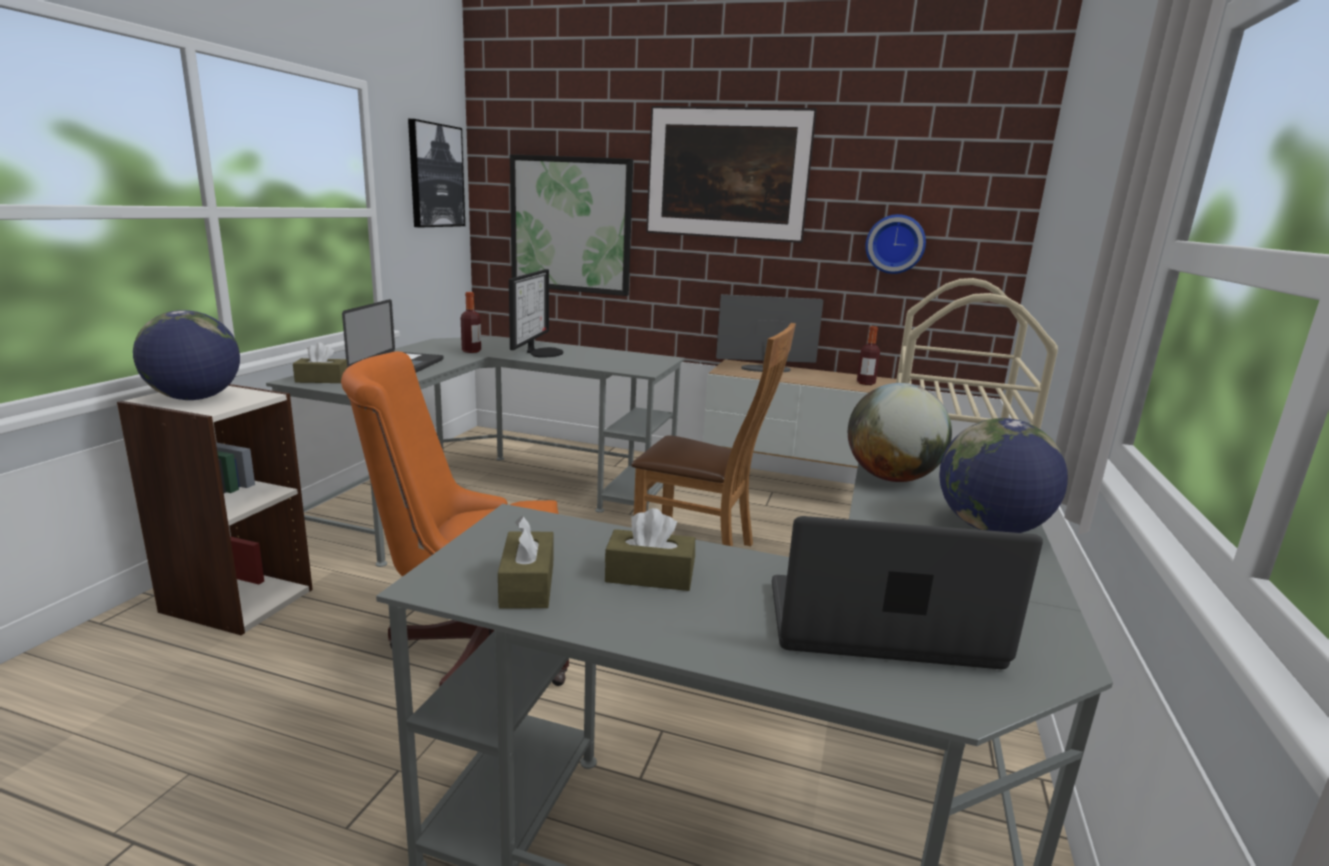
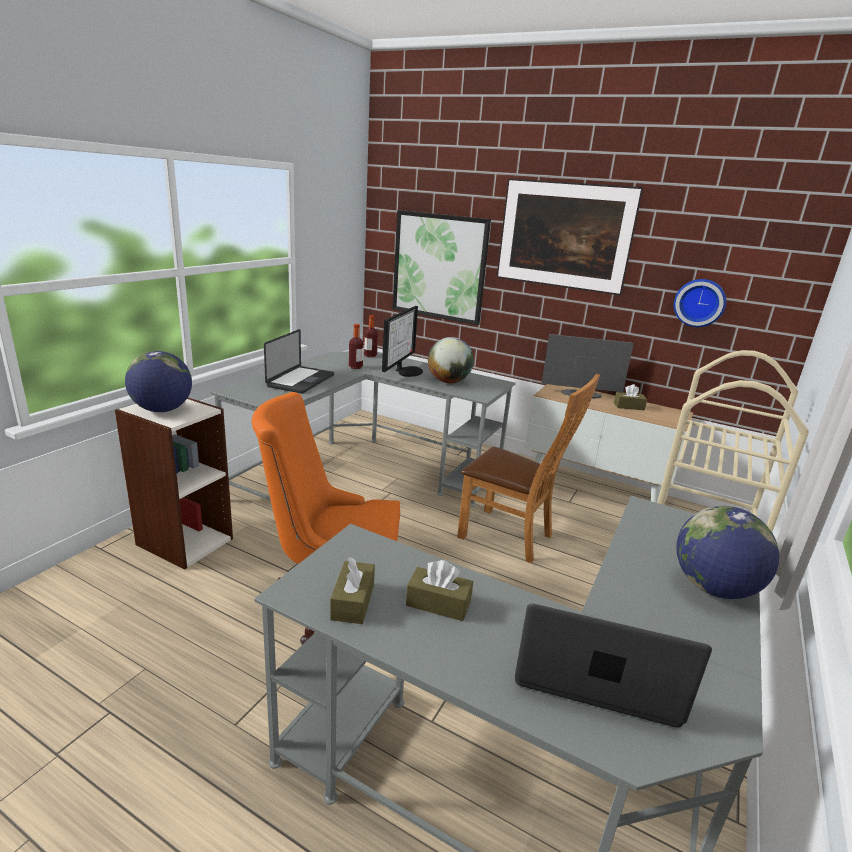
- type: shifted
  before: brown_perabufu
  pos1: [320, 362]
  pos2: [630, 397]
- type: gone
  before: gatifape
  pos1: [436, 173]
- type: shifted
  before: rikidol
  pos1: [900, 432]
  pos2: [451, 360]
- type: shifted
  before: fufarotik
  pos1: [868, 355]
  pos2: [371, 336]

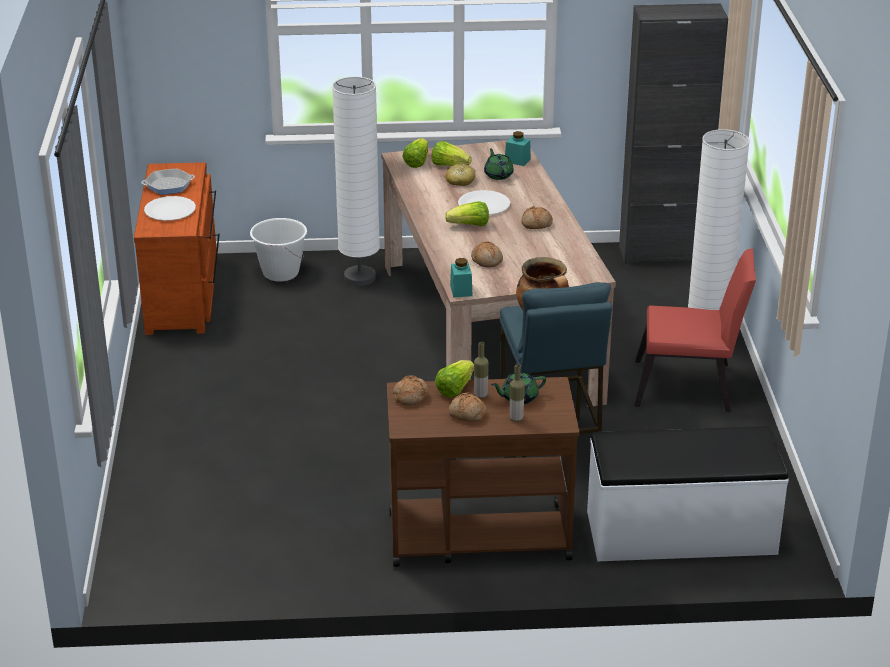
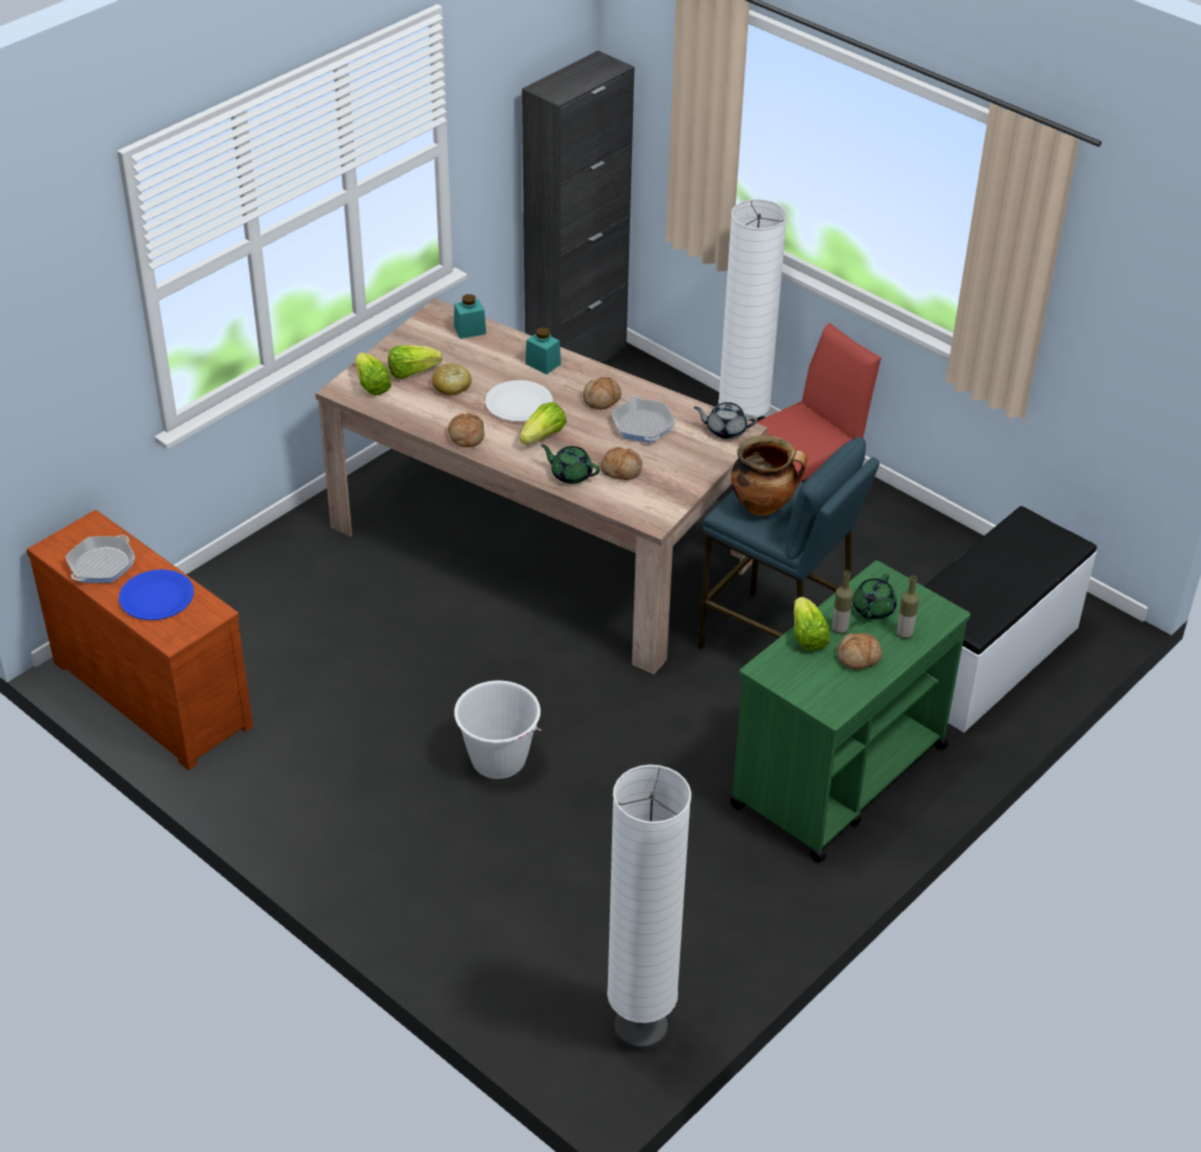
- type: repainted
  before: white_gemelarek
  after: blue_gemelarek
  pos1: [170, 208]
  pos2: [156, 594]
- type: shifted
  before: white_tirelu
  pos1: [278, 250]
  pos2: [498, 730]
- type: shifted
  before: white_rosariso
  pos1: [356, 181]
  pos2: [649, 908]
- type: repainted
  before: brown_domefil
  after: green_domefil
  pos1: [483, 472]
  pos2: [850, 711]
- type: shifted
  before: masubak
  pos1: [411, 390]
  pos2: [466, 430]
- type: shifted
  before: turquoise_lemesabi
  pos1: [461, 277]
  pos2: [543, 350]
- type: shifted
  before: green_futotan
  pos1: [499, 164]
  pos2: [570, 464]
- type: new
  after: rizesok
  pos2: [643, 419]
- type: new
  after: grey_futotan
  pos2: [725, 420]

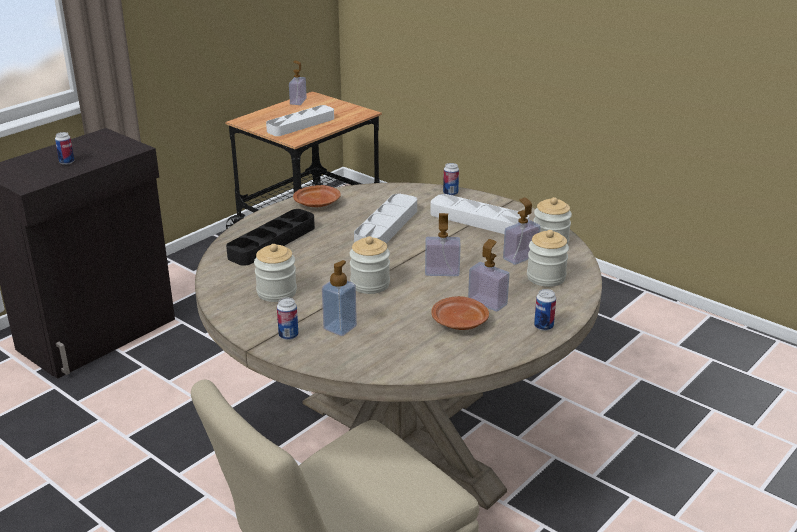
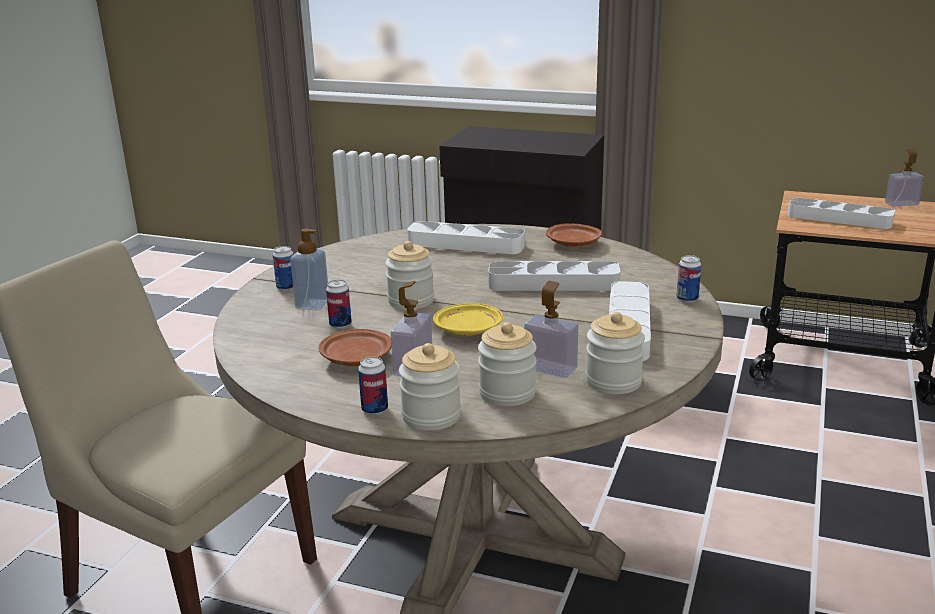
- type: shifted
  before: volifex
  pos1: [64, 148]
  pos2: [339, 304]
- type: repainted
  before: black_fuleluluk
  after: white_fuleluluk
  pos1: [270, 237]
  pos2: [466, 237]
- type: shifted
  before: lemesabi
  pos1: [275, 273]
  pos2: [430, 387]
- type: swapped
  before: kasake
  after: yellow_gemelarek
  pos1: [443, 244]
  pos2: [468, 319]

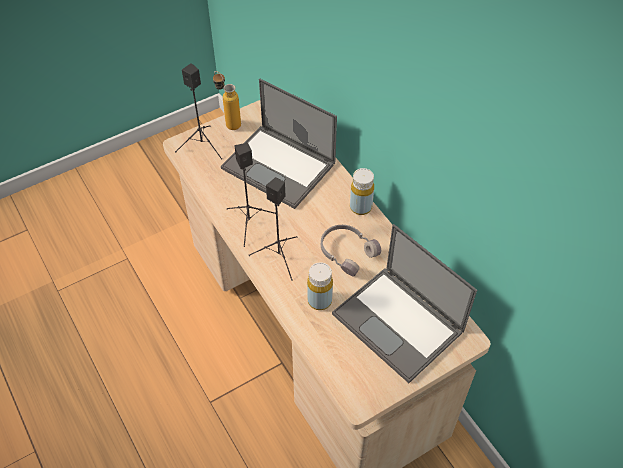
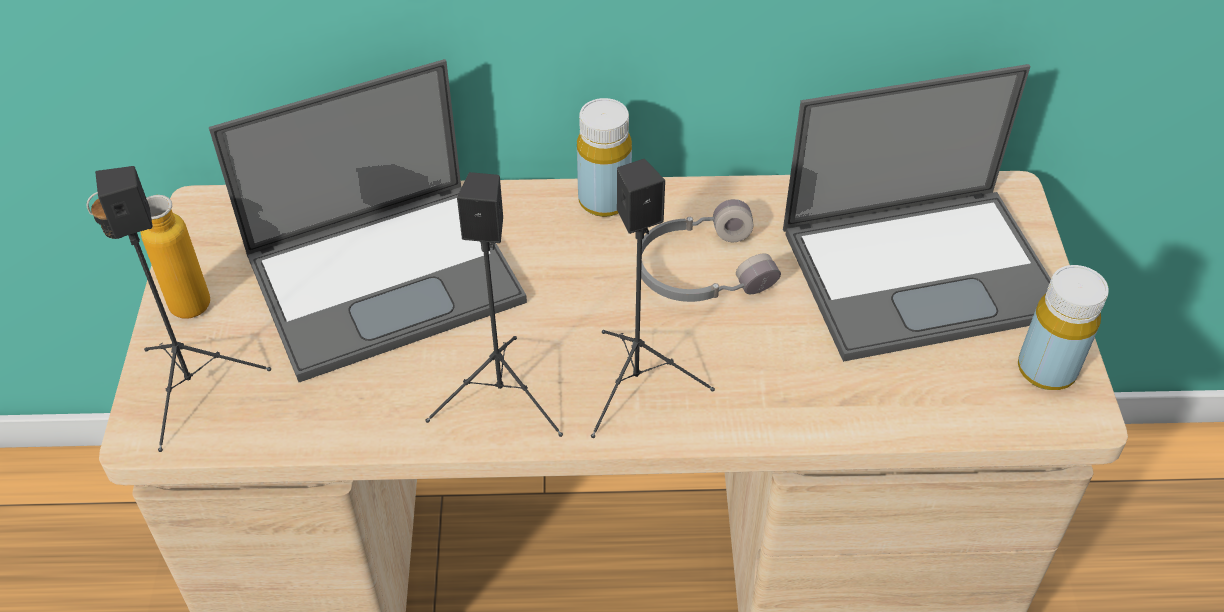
- type: shifted
  before: yellow_fufarotik
  pos1: [320, 286]
  pos2: [1063, 327]

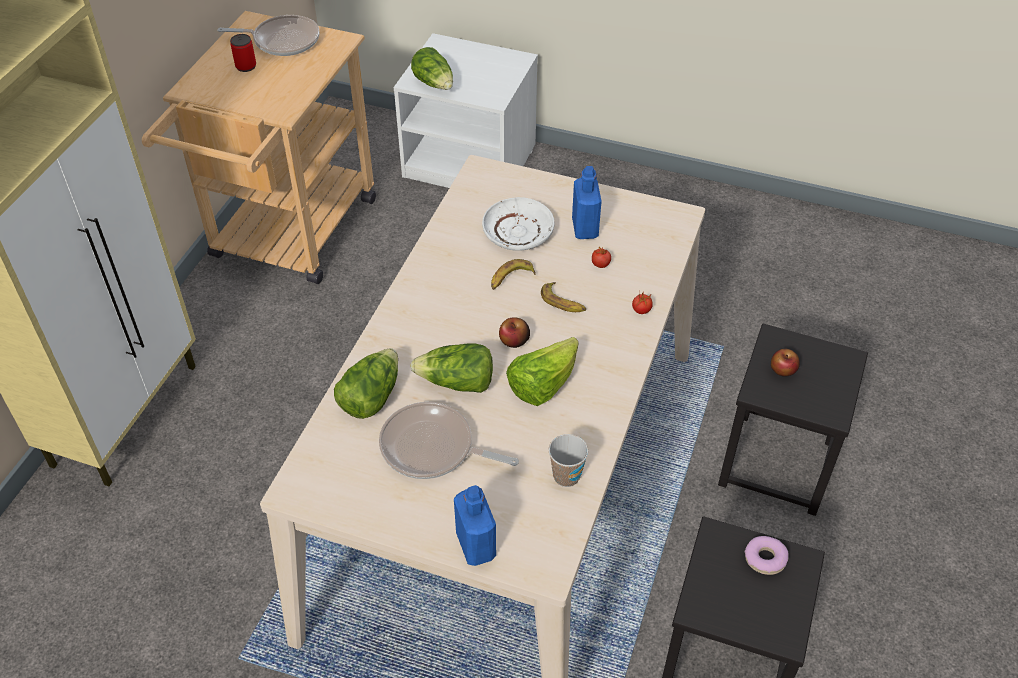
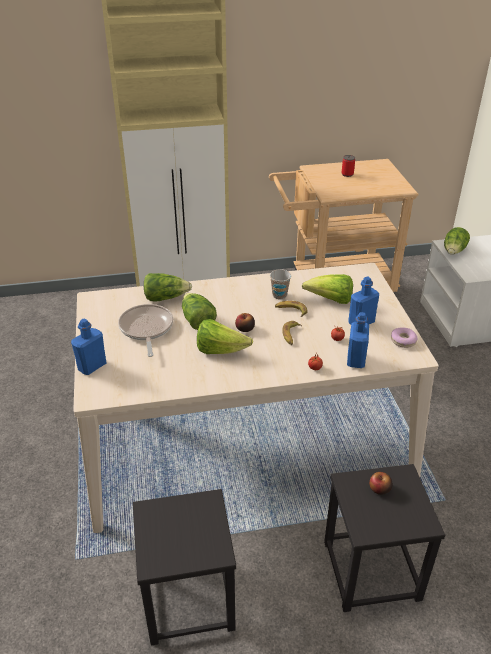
- type: gone
  before: rizesok
  pos1: [268, 35]
- type: swapped
  before: white_gemelarek
  after: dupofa
  pos1: [518, 224]
  pos2: [327, 289]
- type: shifted
  before: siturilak
  pos1: [568, 460]
  pos2: [280, 284]
- type: shifted
  before: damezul
  pos1: [767, 555]
  pos2: [404, 338]
- type: new
  after: blue_fufarotik
  pos2: [358, 340]

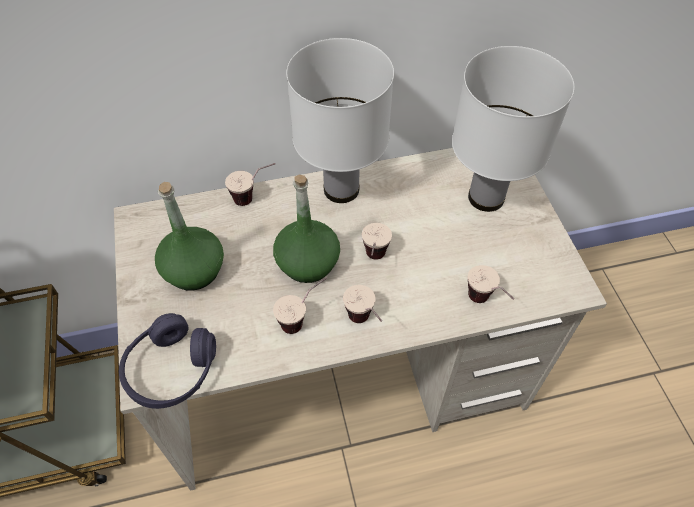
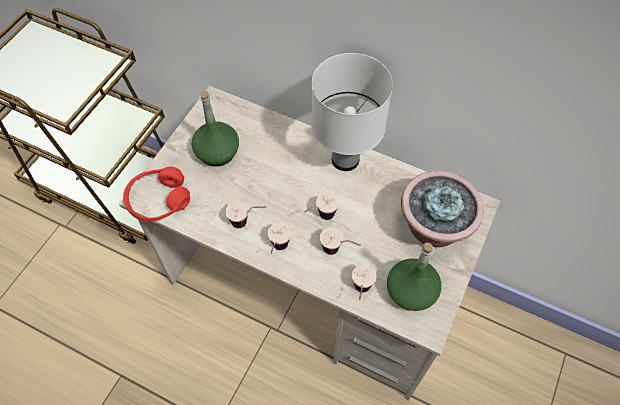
- type: repainted
  before: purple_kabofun
  after: red_kabofun
  pos1: [167, 361]
  pos2: [156, 193]
- type: shifted
  before: siturilak
  pos1: [250, 184]
  pos2: [340, 241]
- type: shifted
  before: green_fufarotik
  pos1: [306, 229]
  pos2: [414, 277]
- type: swapped
  before: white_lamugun
  after: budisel
  pos1: [513, 129]
  pos2: [442, 209]

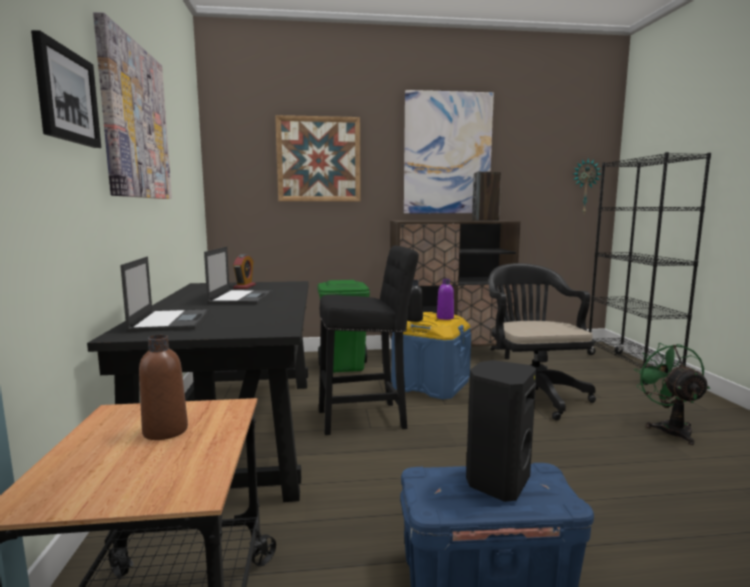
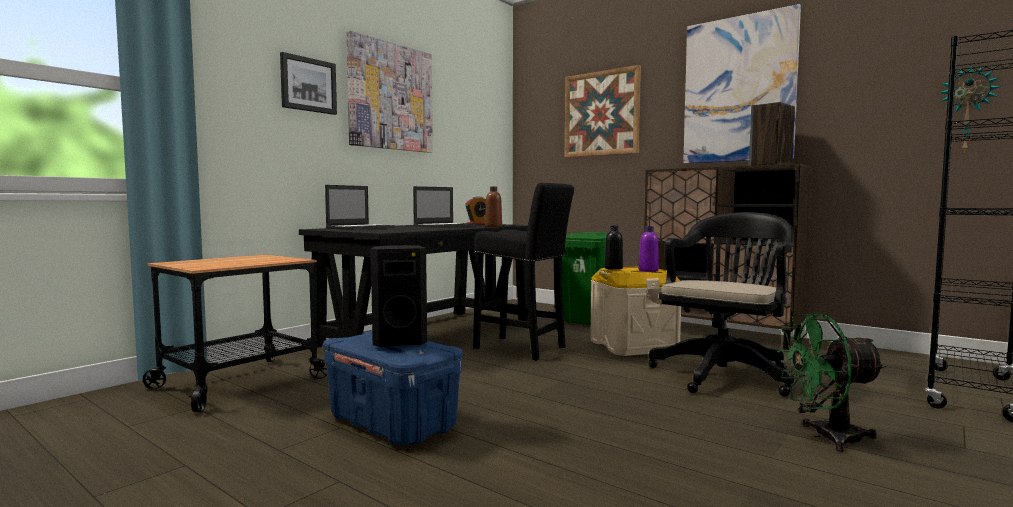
- type: shifted
  before: brown_fufarotik
  pos1: [163, 387]
  pos2: [493, 206]
- type: repainted
  before: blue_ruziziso
  after: beige_ruziziso
  pos1: [431, 355]
  pos2: [635, 311]
- type: rotated
  before: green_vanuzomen
  pos1: [672, 394]
  pos2: [831, 382]
  turn: -135

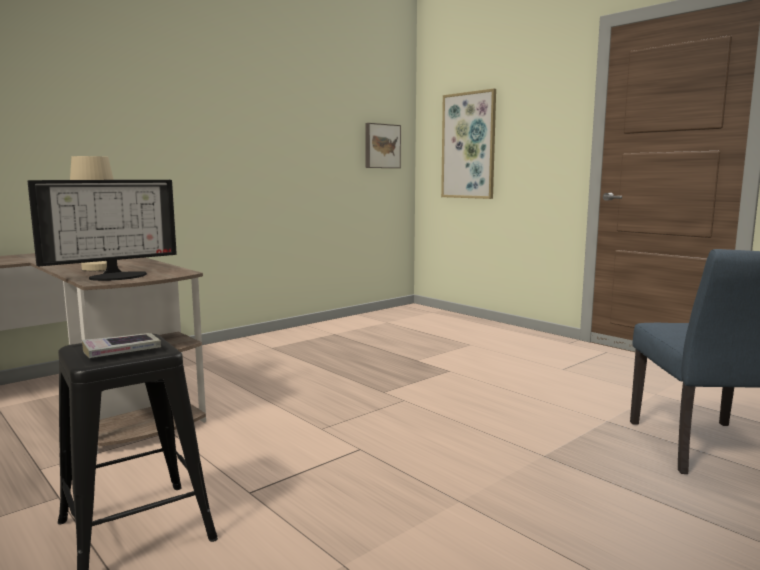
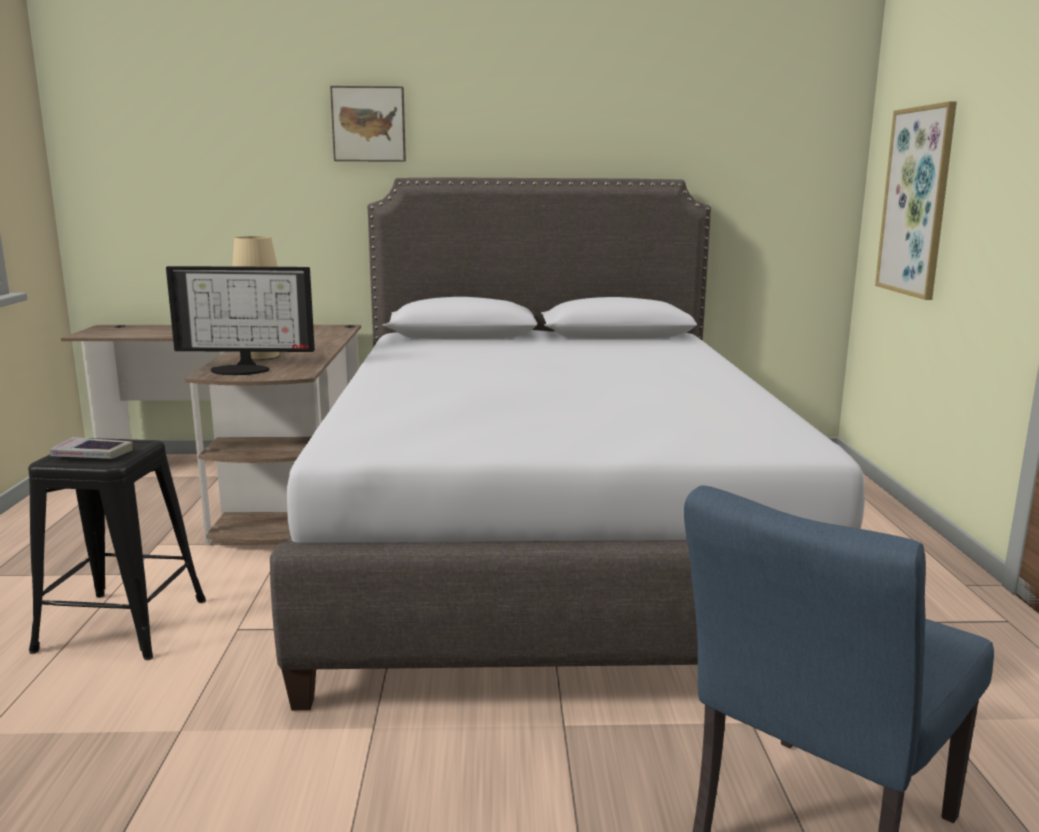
- type: shifted
  before: gatifape
  pos1: [383, 145]
  pos2: [368, 124]
- type: new
  after: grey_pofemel
  pos2: [567, 444]

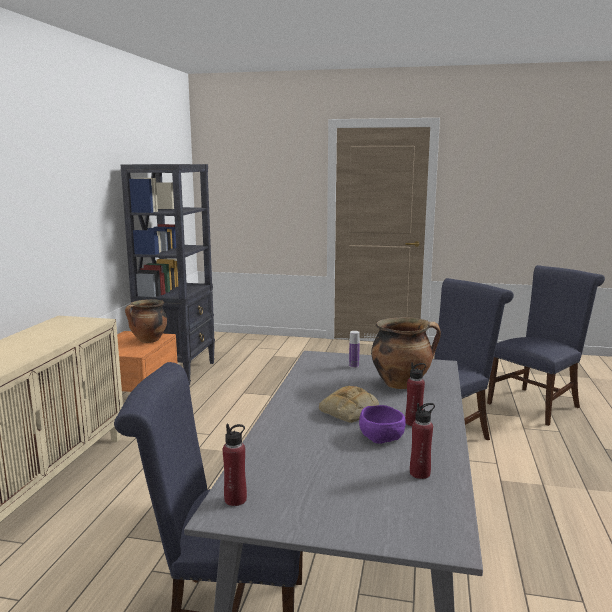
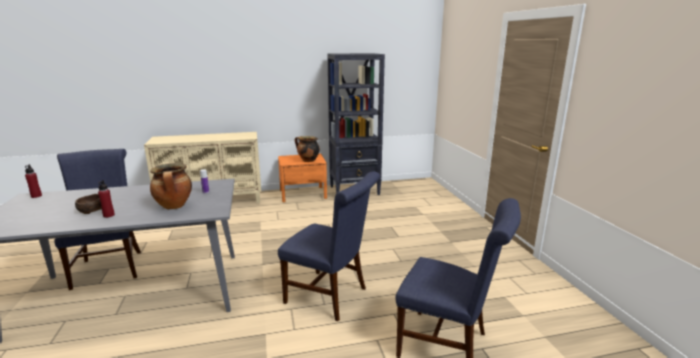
- type: gone
  before: masubak
  pos1: [349, 404]
- type: repainted
  before: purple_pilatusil
  after: brown_pilatusil
  pos1: [382, 424]
  pos2: [88, 204]
- type: gone
  before: red_fufarotik
  pos1: [422, 441]

